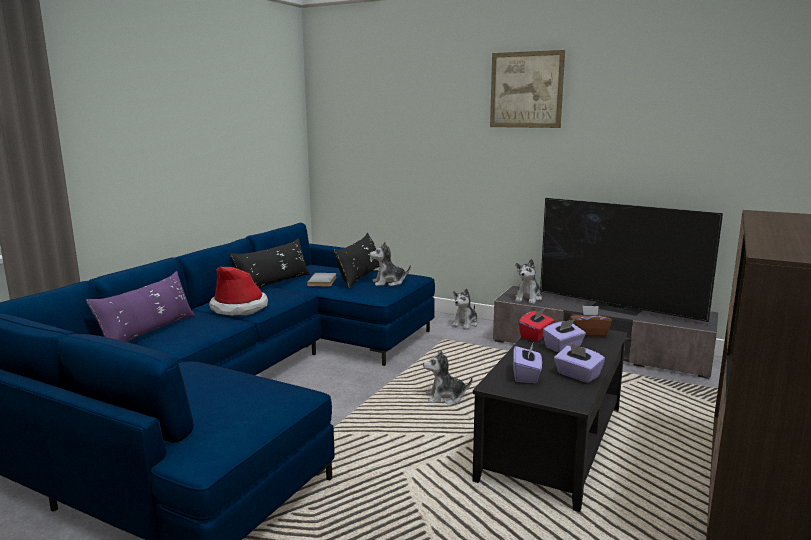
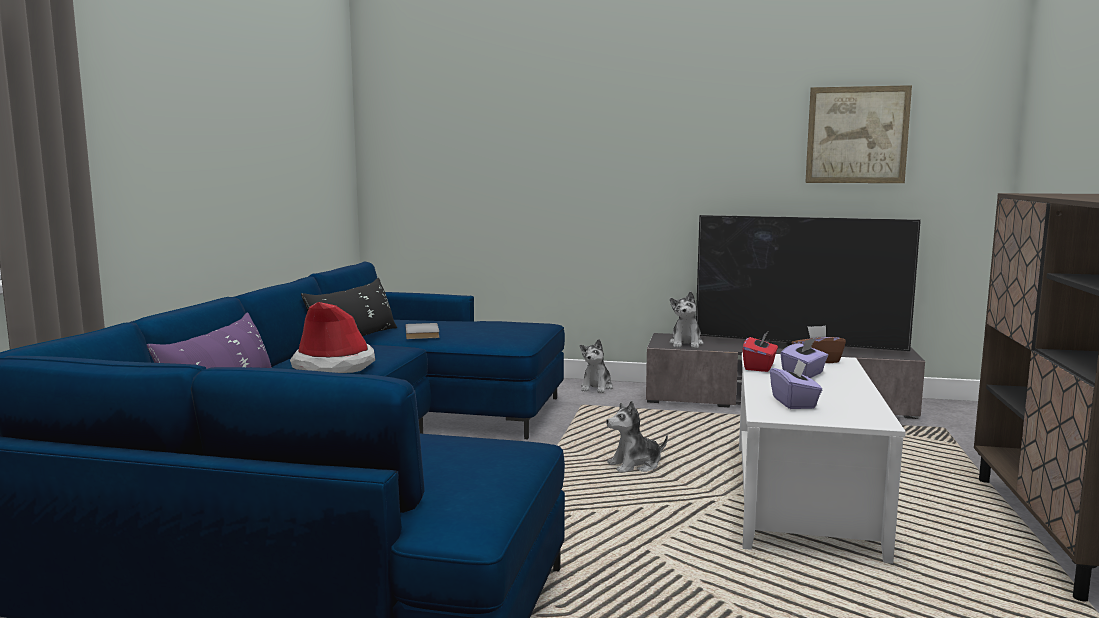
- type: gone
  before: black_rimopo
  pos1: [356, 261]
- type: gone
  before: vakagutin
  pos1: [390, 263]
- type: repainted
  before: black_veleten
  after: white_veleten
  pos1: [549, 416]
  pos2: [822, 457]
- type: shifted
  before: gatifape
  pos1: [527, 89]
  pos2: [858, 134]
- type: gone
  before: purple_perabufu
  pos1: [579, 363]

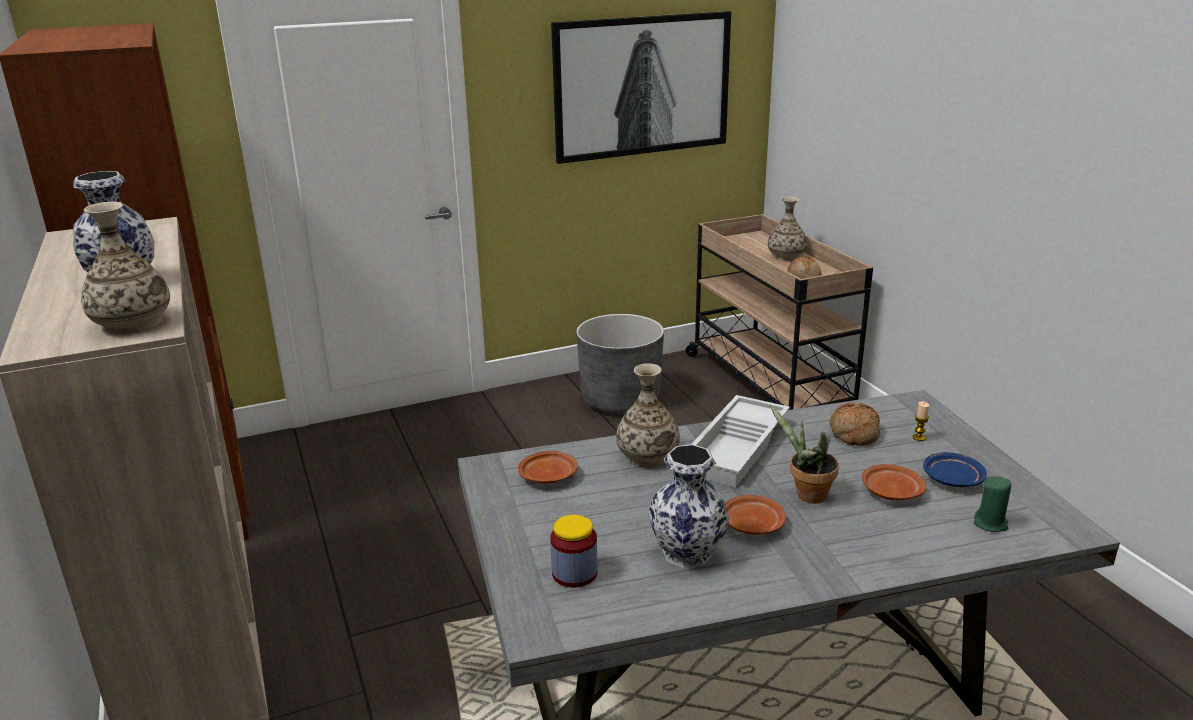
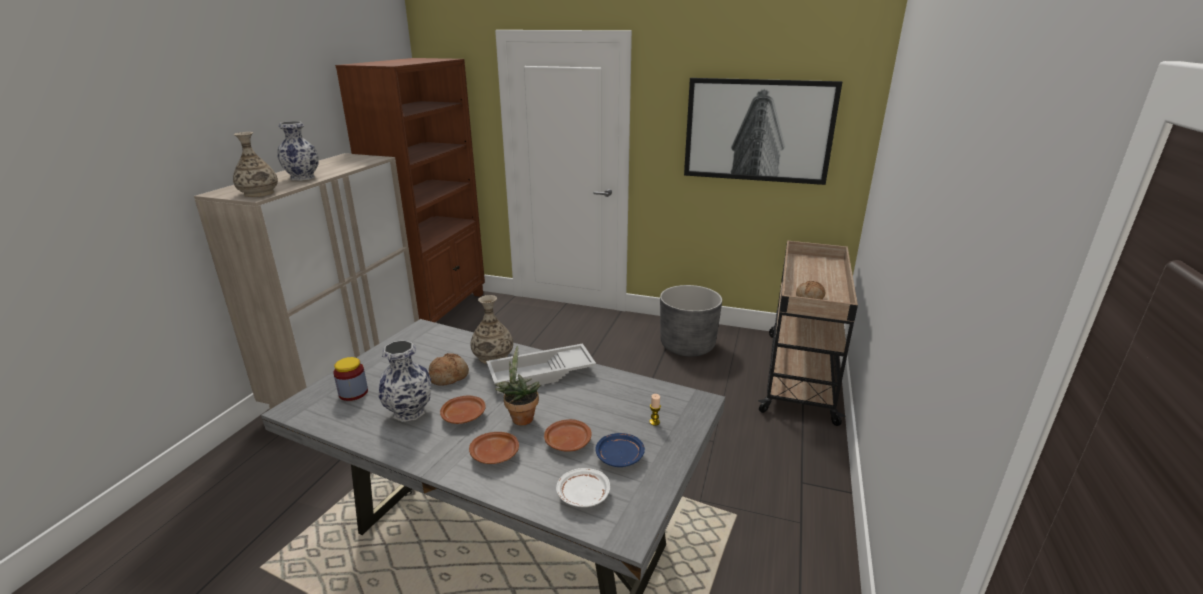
- type: shifted
  before: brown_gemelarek
  pos1: [548, 467]
  pos2: [494, 448]
- type: gone
  before: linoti
  pos1: [787, 229]
- type: shifted
  before: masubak
  pos1: [855, 424]
  pos2: [449, 369]
- type: swapped
  before: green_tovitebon
  after: white_gemelarek
  pos1: [992, 504]
  pos2: [583, 487]

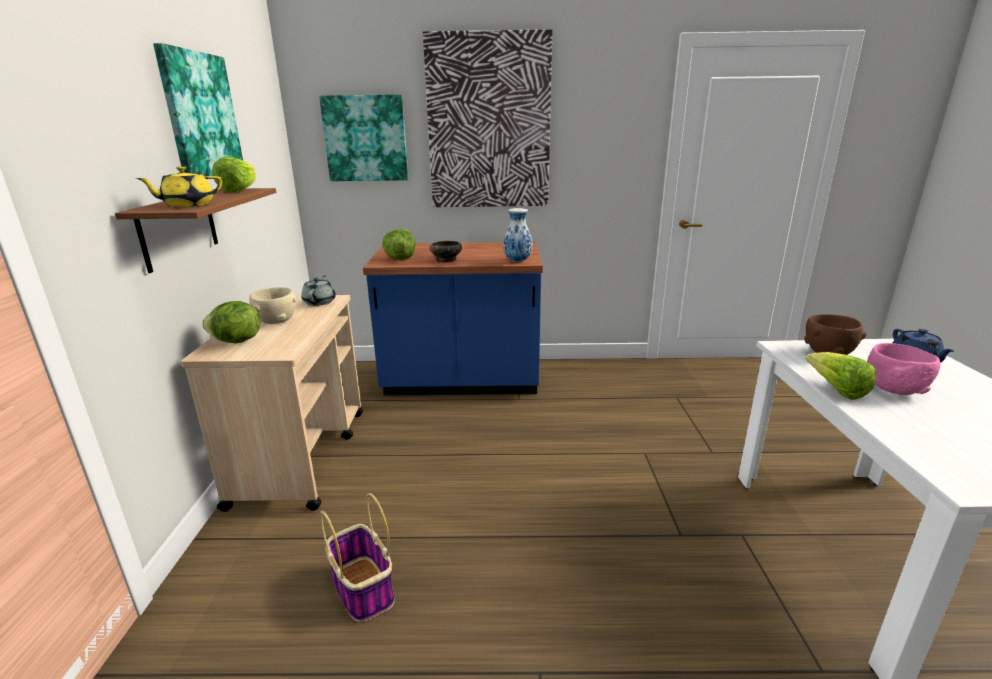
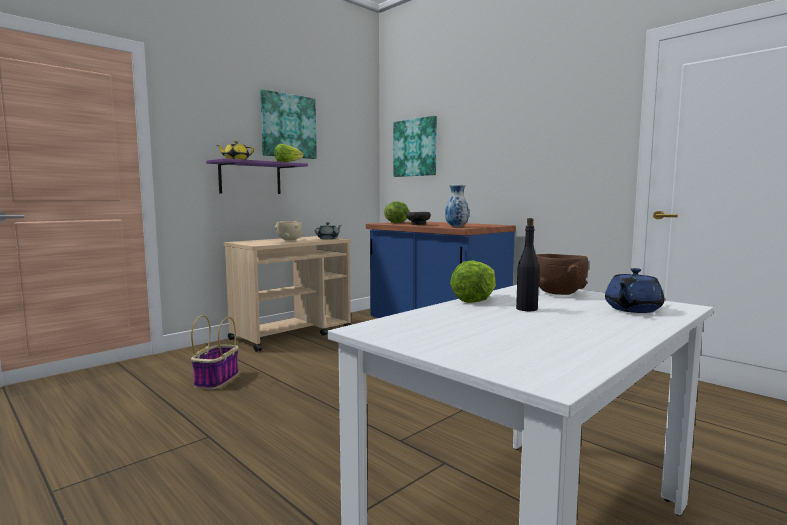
- type: repainted
  before: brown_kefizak
  after: purple_kefizak
  pos1: [195, 230]
  pos2: [257, 176]
- type: gone
  before: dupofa
  pos1: [231, 322]
- type: gone
  before: gatifape
  pos1: [487, 118]
- type: swapped
  before: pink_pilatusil
  after: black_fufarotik
  pos1: [904, 369]
  pos2: [528, 264]

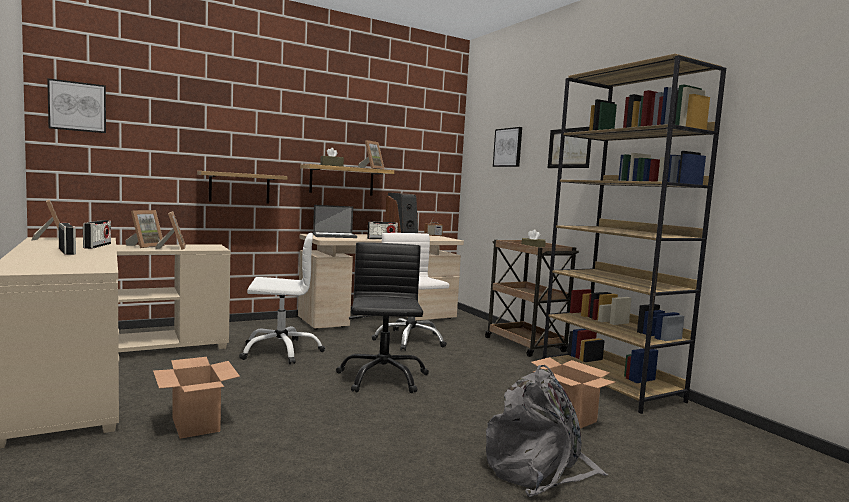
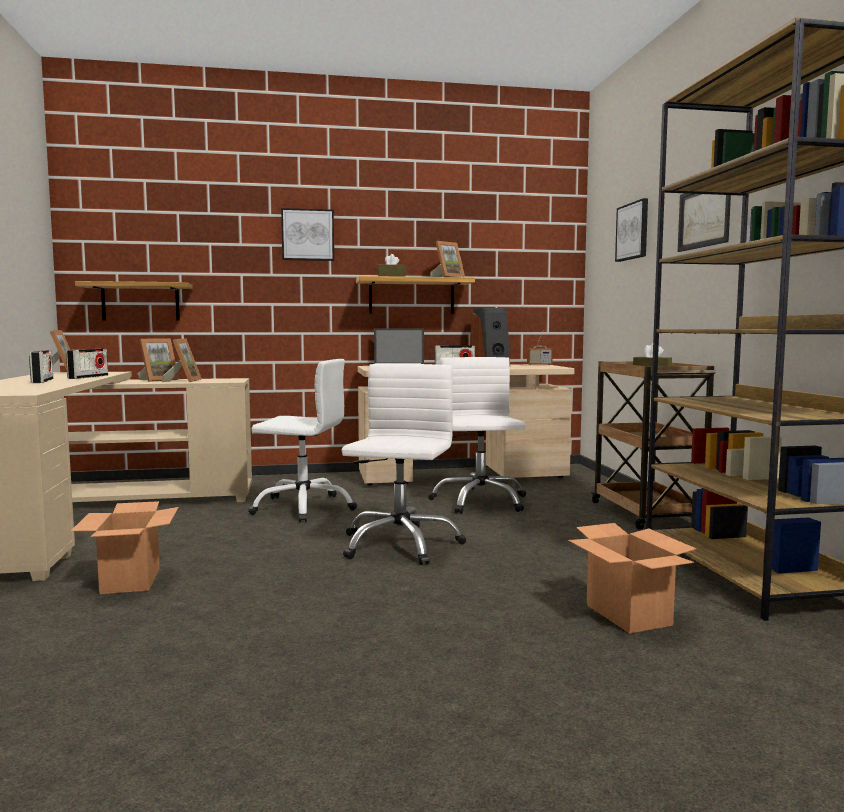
- type: shifted
  before: gatifape
  pos1: [76, 105]
  pos2: [307, 234]
- type: shifted
  before: kefizak
  pos1: [242, 187]
  pos2: [134, 301]
- type: repainted
  before: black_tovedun
  after: white_tovedun
  pos1: [382, 317]
  pos2: [404, 464]
- type: gone
  before: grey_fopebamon
  pos1: [547, 431]

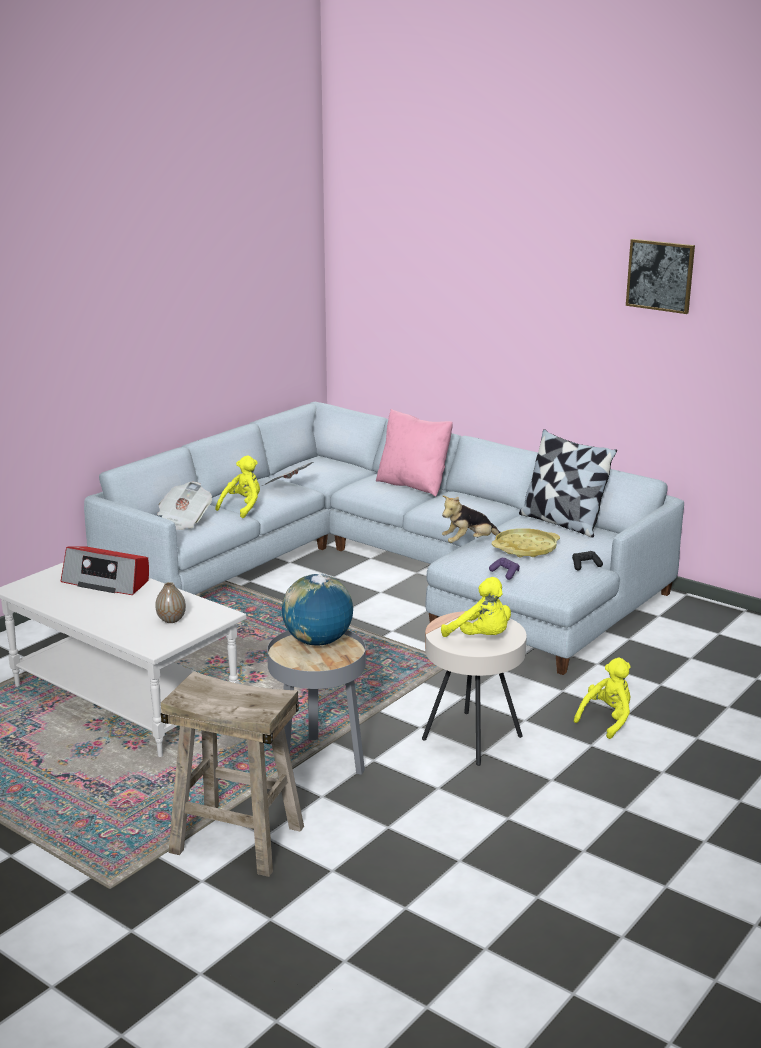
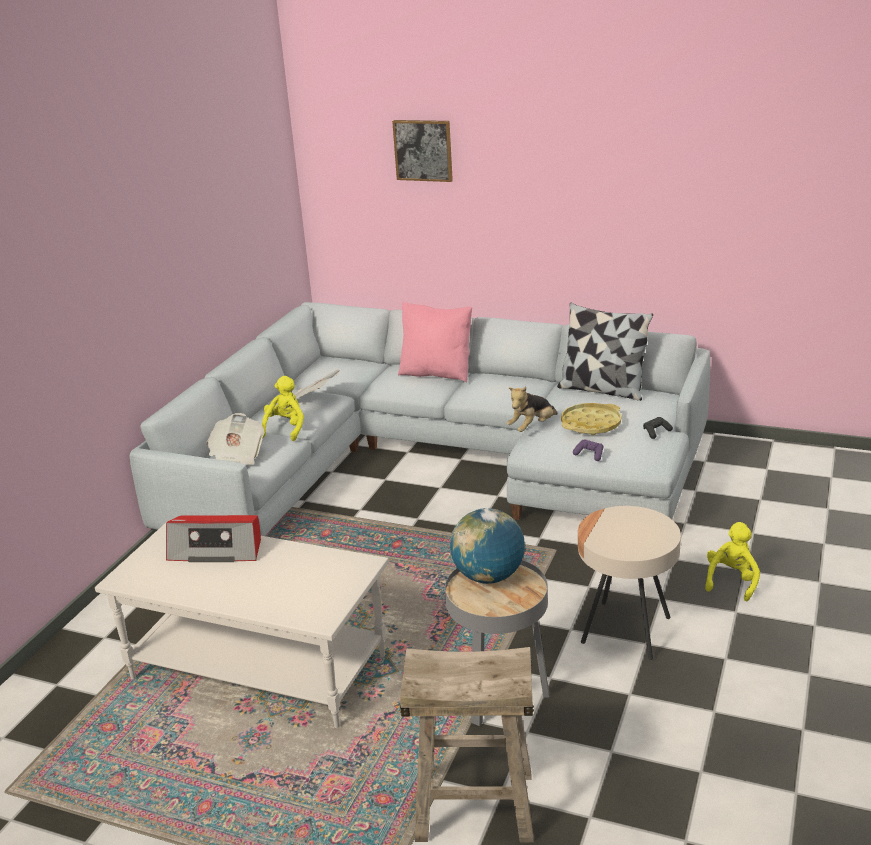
- type: gone
  before: linoti
  pos1: [170, 602]
- type: gone
  before: yellow_vakagutin
  pos1: [476, 607]
- type: shifted
  before: gatifape
  pos1: [660, 276]
  pos2: [422, 151]

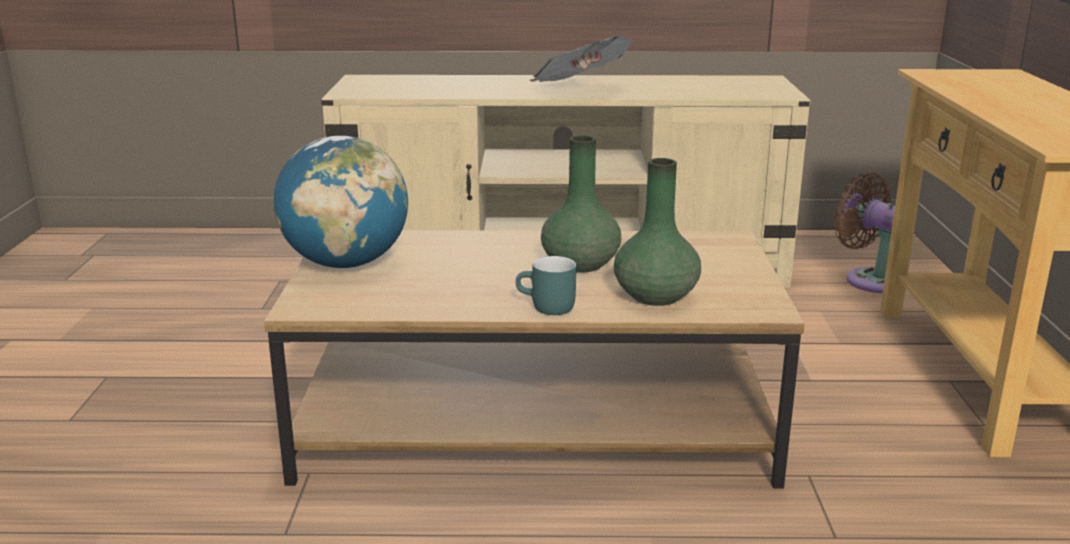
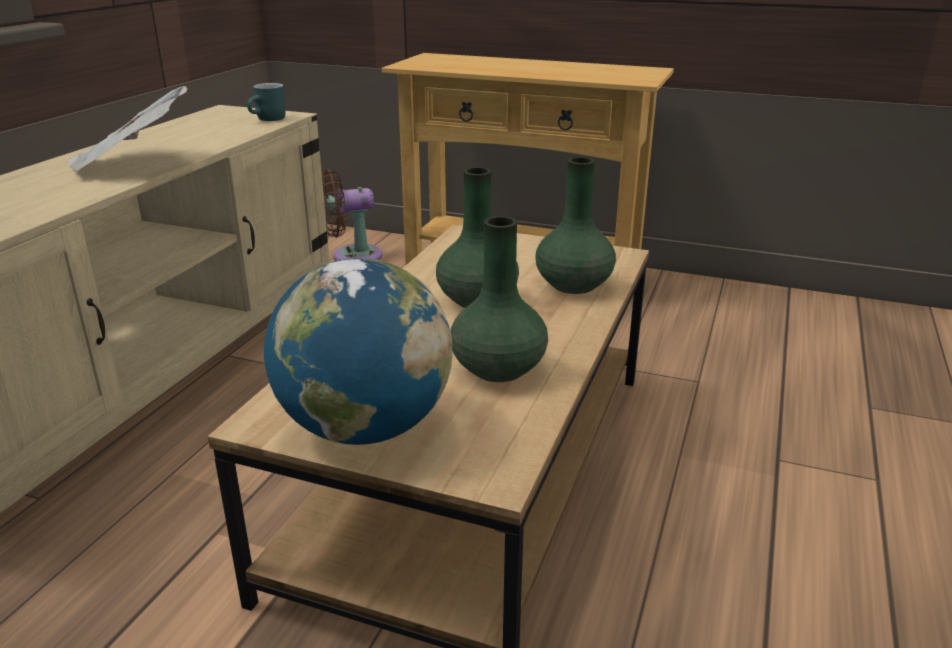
- type: shifted
  before: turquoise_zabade
  pos1: [546, 285]
  pos2: [266, 102]
- type: new
  after: green_linoti
  pos2: [499, 299]

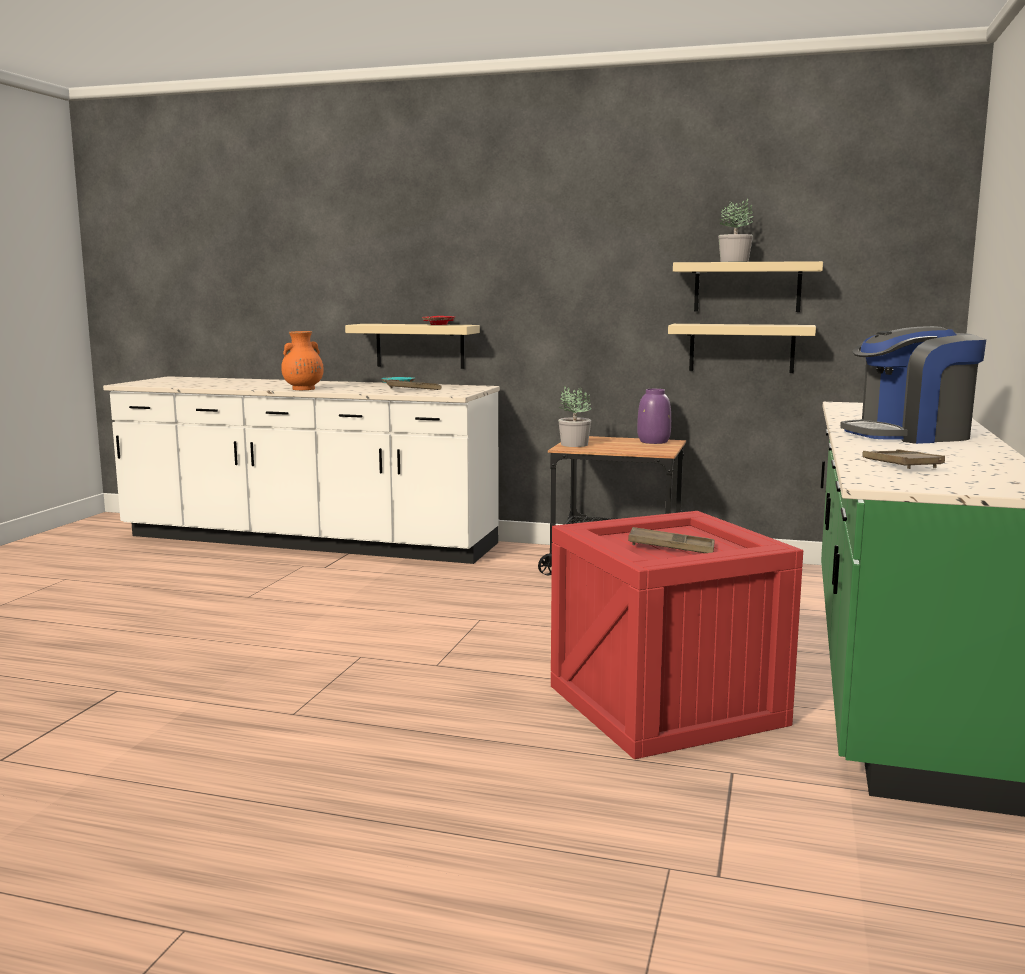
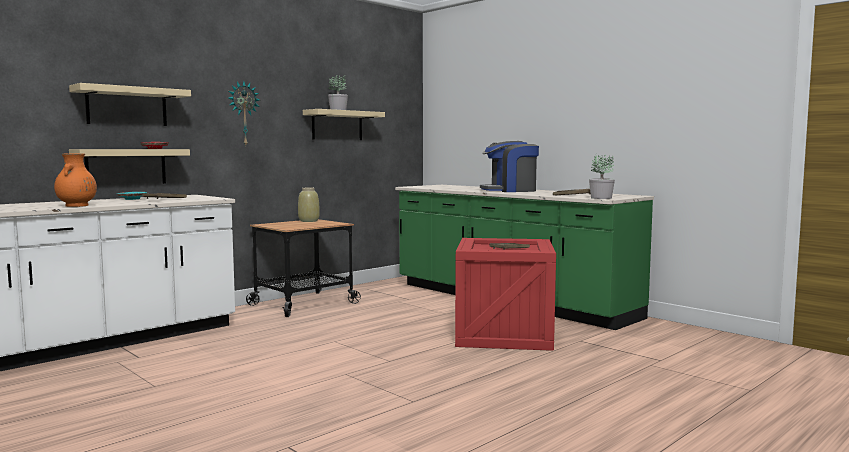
- type: shifted
  before: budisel
  pos1: [574, 416]
  pos2: [602, 176]
- type: repainted
  before: purple_linoti
  after: beige_linoti
  pos1: [654, 416]
  pos2: [309, 205]
- type: shifted
  before: beige_kefizak
  pos1: [742, 348]
  pos2: [130, 104]
- type: rotated
  before: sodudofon
  pos1: [913, 385]
  pos2: [509, 166]
  turn: 60
- type: new
  after: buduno
  pos2: [244, 113]

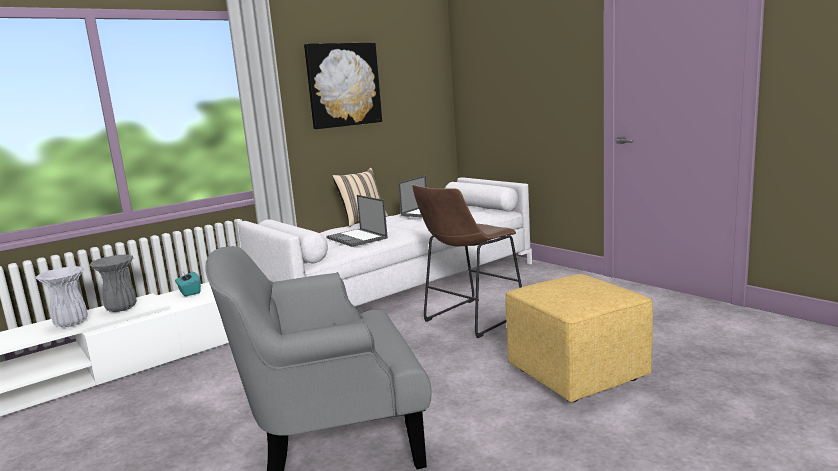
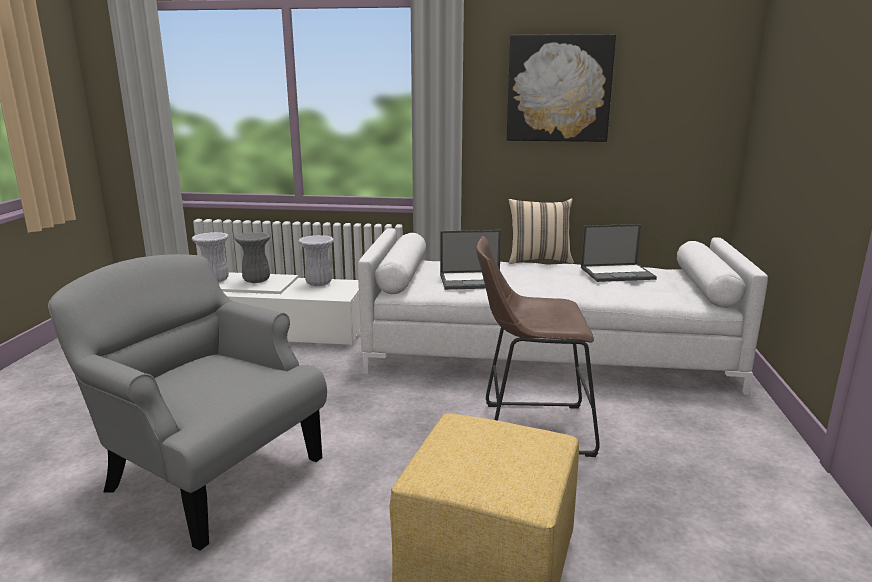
- type: swapped
  before: turquoise_perabufu
  after: white_linoti
  pos1: [188, 284]
  pos2: [316, 260]
- type: rotated
  before: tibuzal
  pos1: [357, 221]
  pos2: [474, 260]
  turn: -105

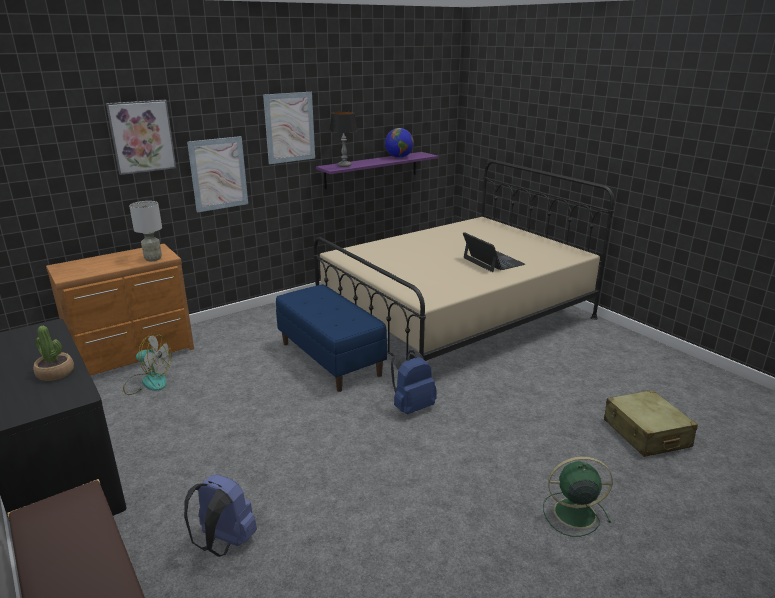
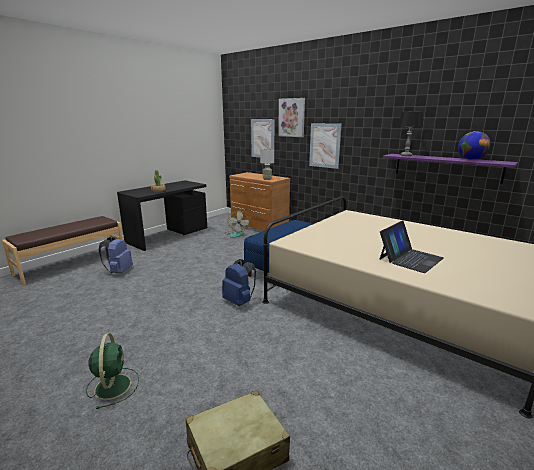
- type: shifted
  before: gatifape
  pos1: [289, 128]
  pos2: [262, 138]

